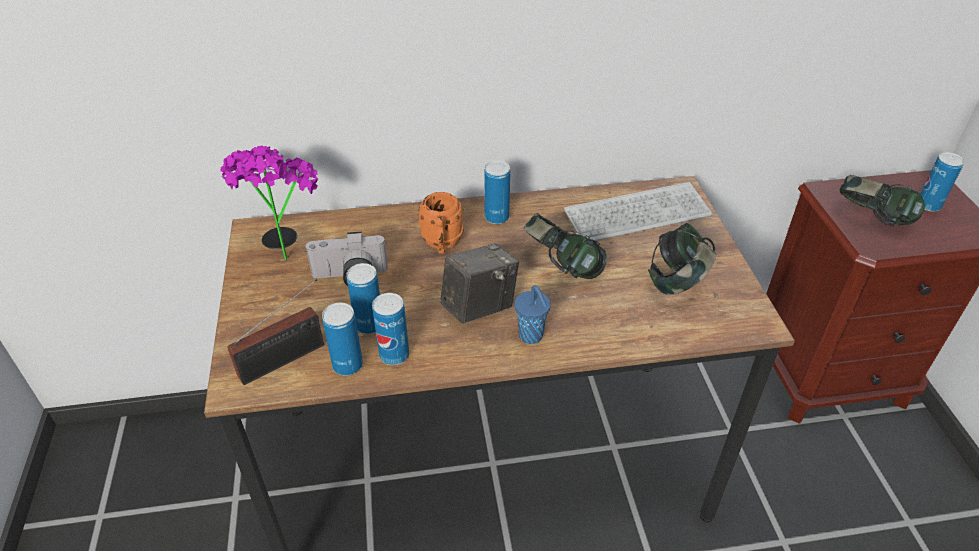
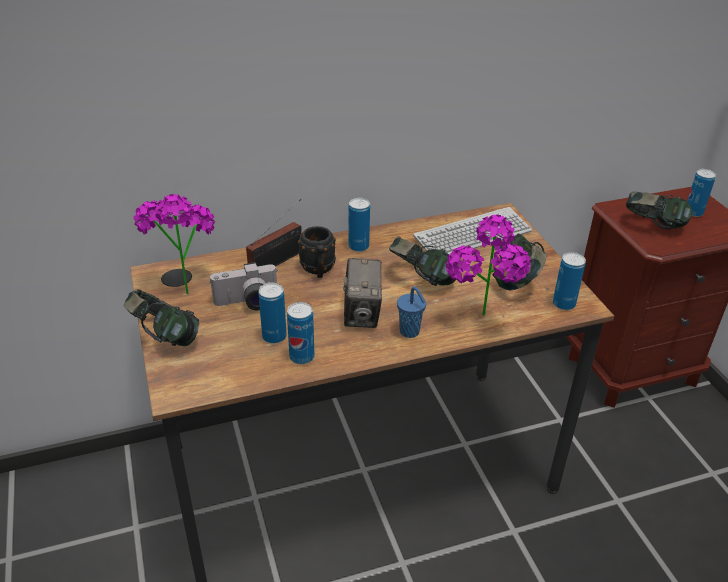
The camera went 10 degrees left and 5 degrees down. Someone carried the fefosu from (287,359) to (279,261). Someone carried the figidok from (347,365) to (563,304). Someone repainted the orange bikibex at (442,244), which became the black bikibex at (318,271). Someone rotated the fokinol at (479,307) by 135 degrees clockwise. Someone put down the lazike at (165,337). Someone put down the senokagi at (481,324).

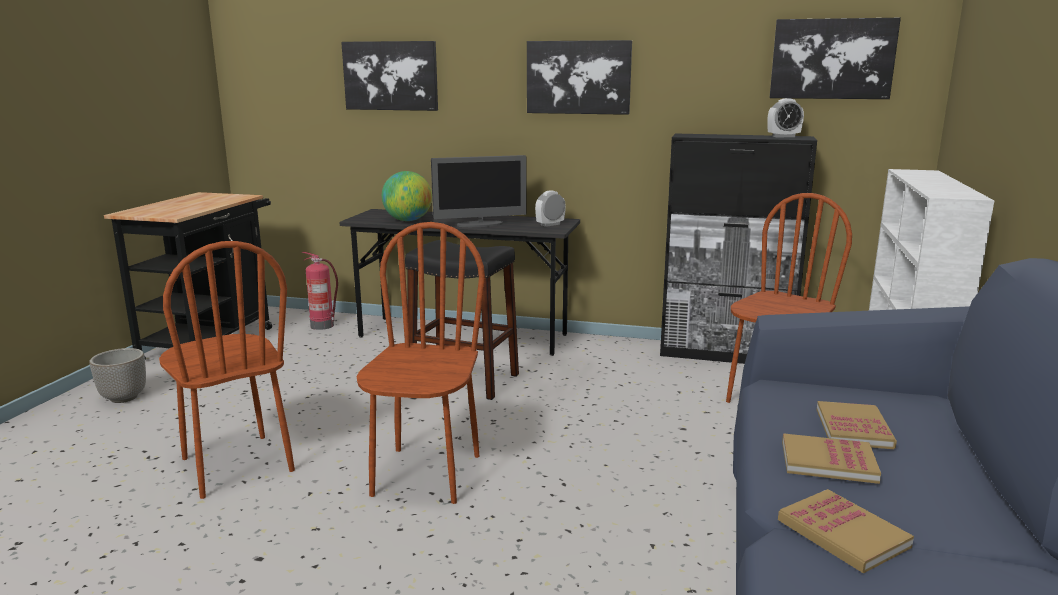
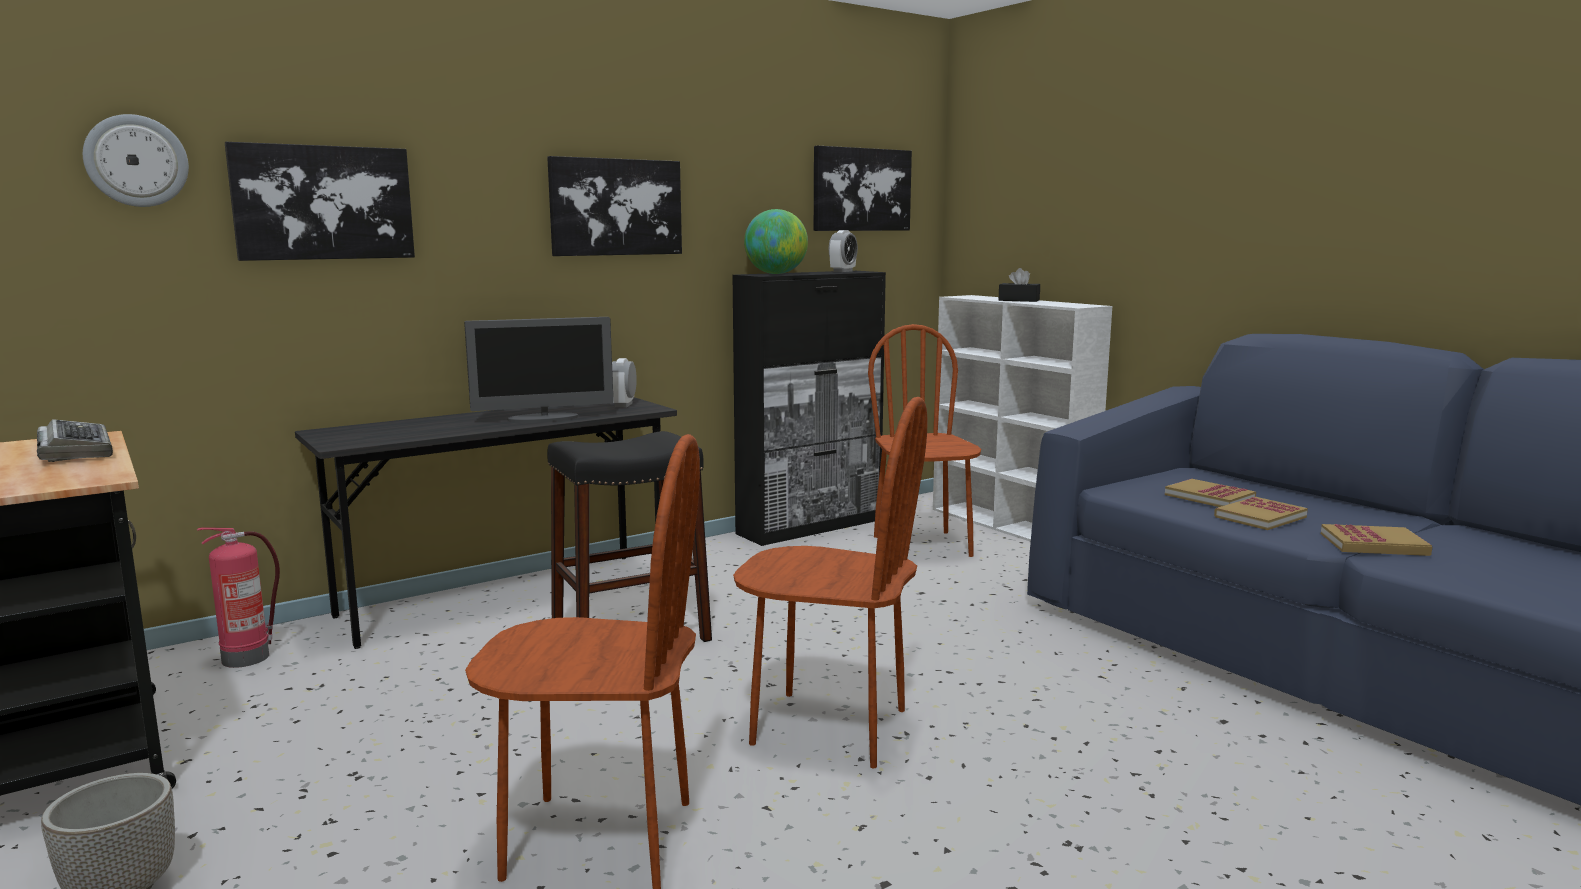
The camera went 50 degrees left and 5 degrees down. Someone rotated the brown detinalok at (425,475) by 150 degrees clockwise. Someone carried the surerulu from (408,220) to (776,274). Someone rotated the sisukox at (480,224) by 45 degrees clockwise. Someone put down the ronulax at (74,450). Someone put up the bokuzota at (136,161). Someone put down the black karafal at (1019,300).

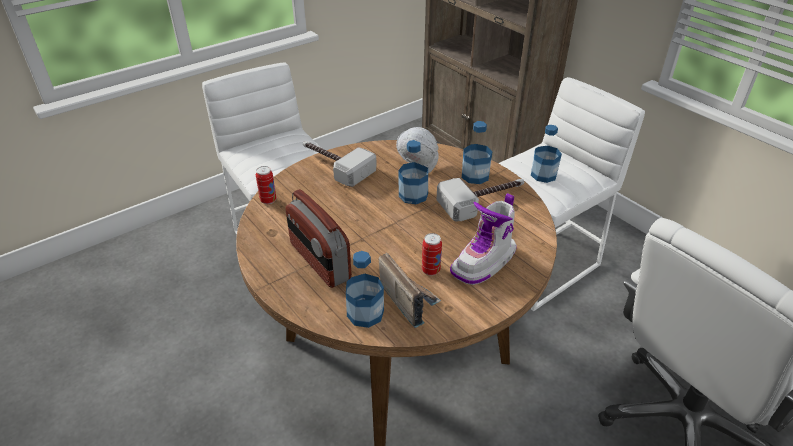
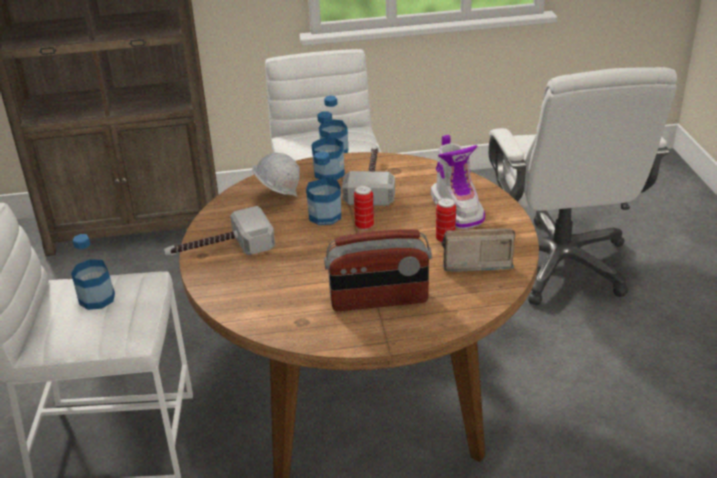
The camera went 60 degrees left and 5 degrees down. Someone carried the figidok from (268,200) to (364,226). Someone carried the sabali from (365,313) to (97,298).

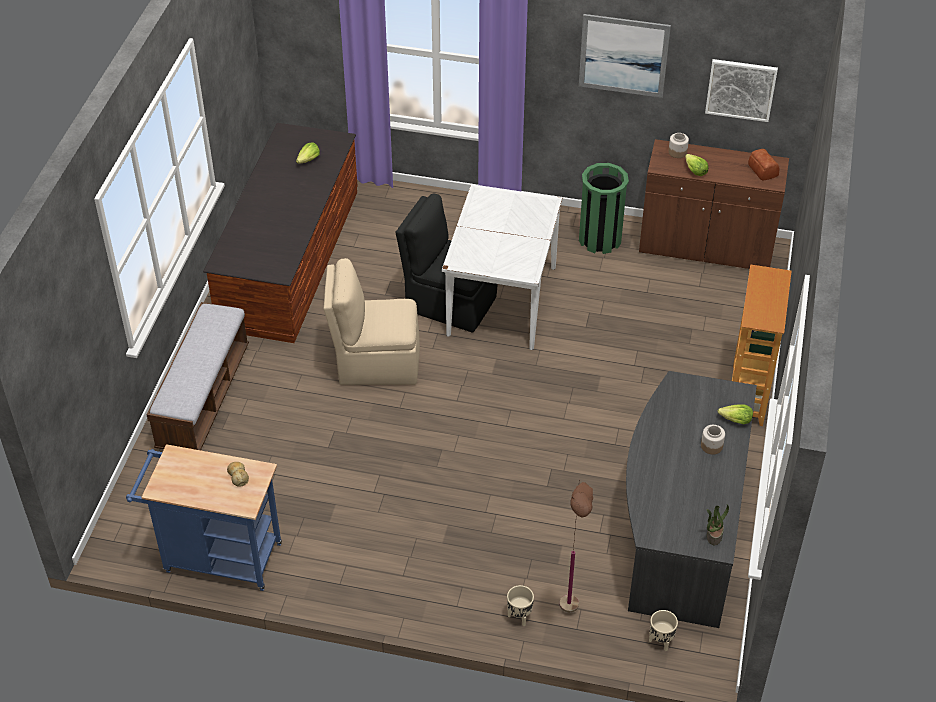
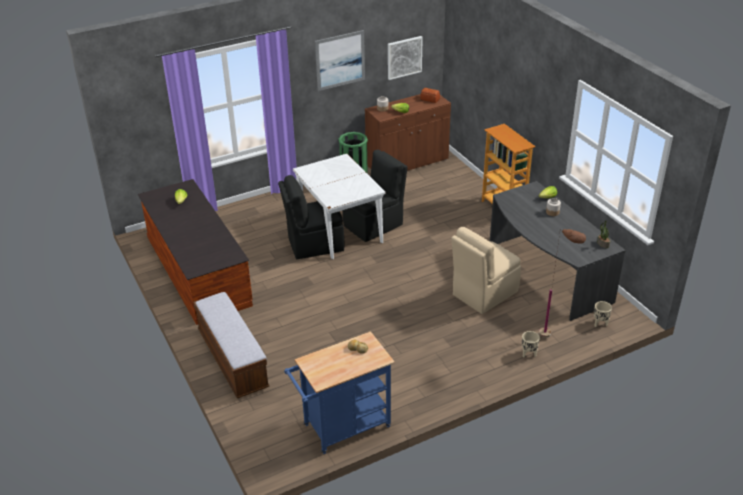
The camera went 40 degrees left and 10 degrees down. Someone carried the beige detinalok from (376,363) to (483,294). Someone put down the black detinalok at (374,225).

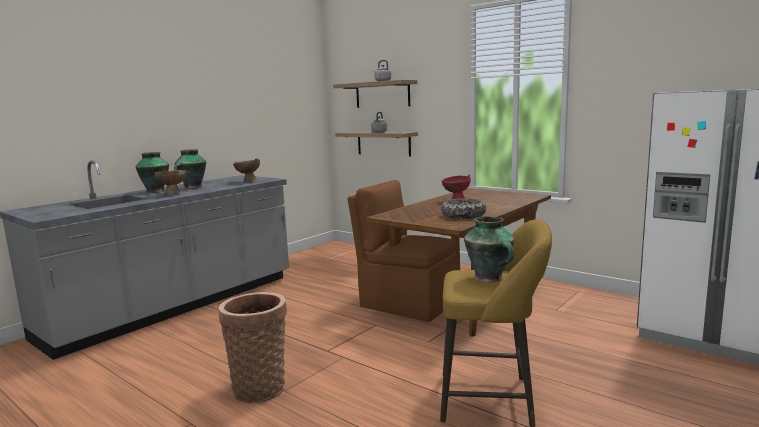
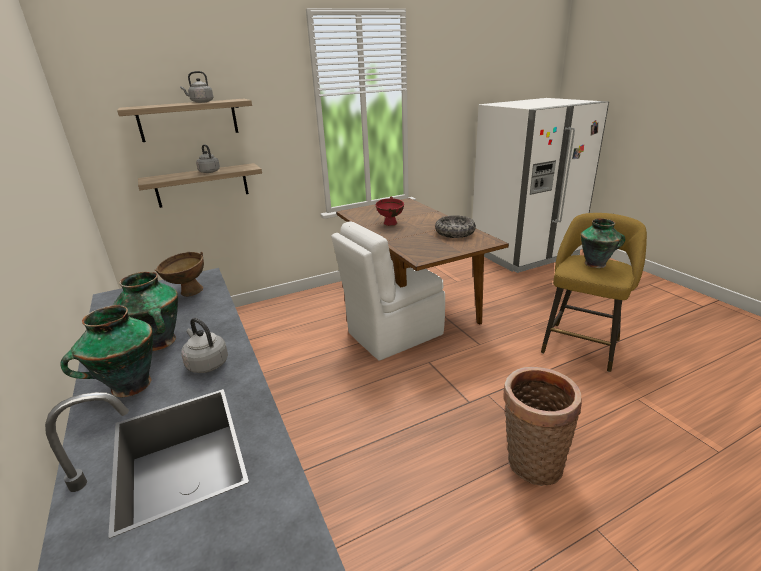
The camera went 65 degrees left and 15 degrees up. Someone swapped the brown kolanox at (173,194) for the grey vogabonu at (206,363). Someone repainted the brown detinalok at (406,303), which became the white detinalok at (392,334).

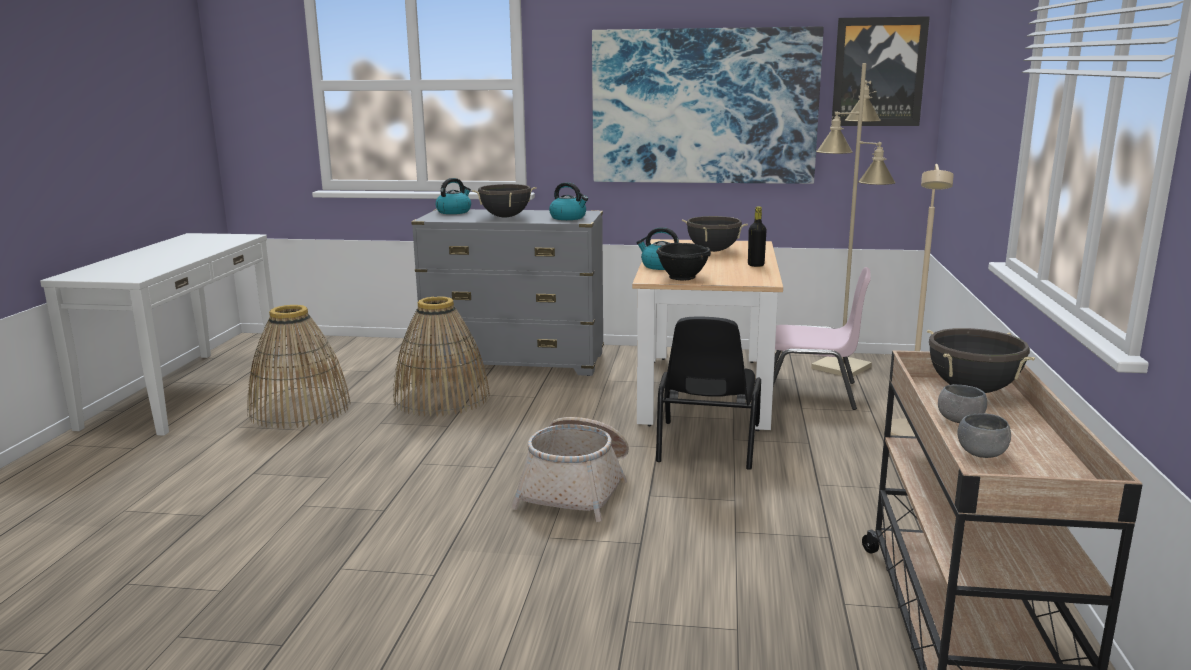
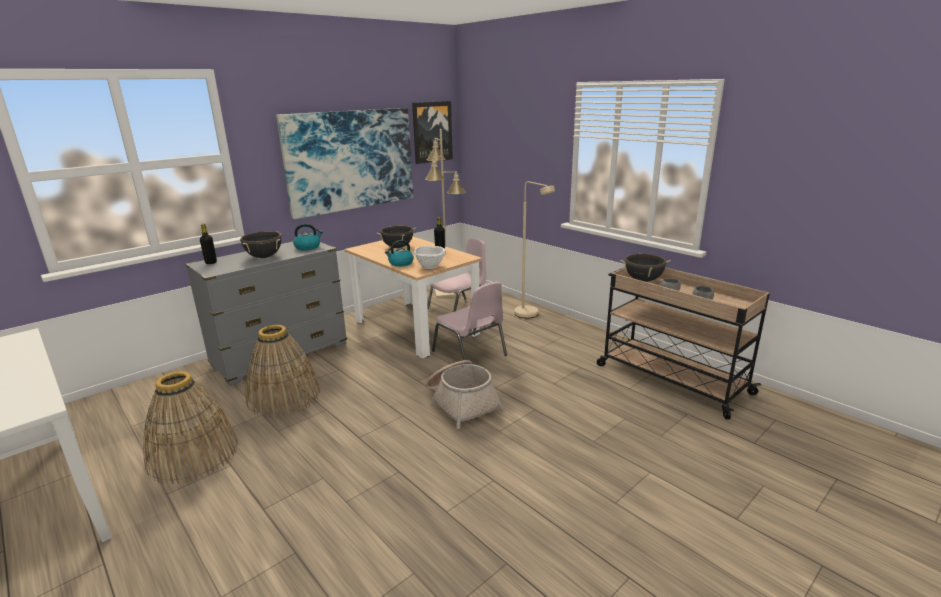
The camera went 50 degrees left and 5 degrees up. Someone swapped the vogabonu at (454,212) for the black sabali at (211,262). Someone repainted the black kolanox at (683,277), which became the white kolanox at (430,266). Someone repainted the black detinalok at (706,446), which became the pink detinalok at (470,354).

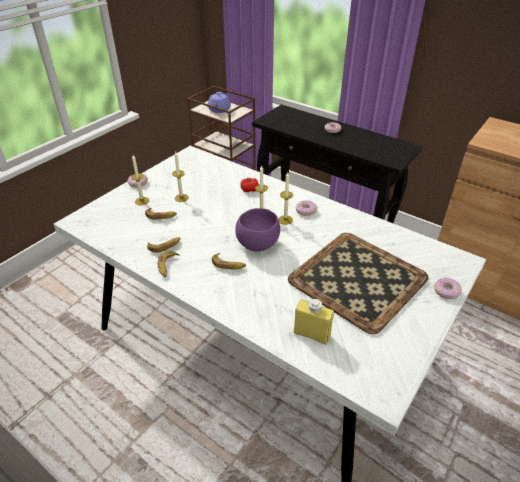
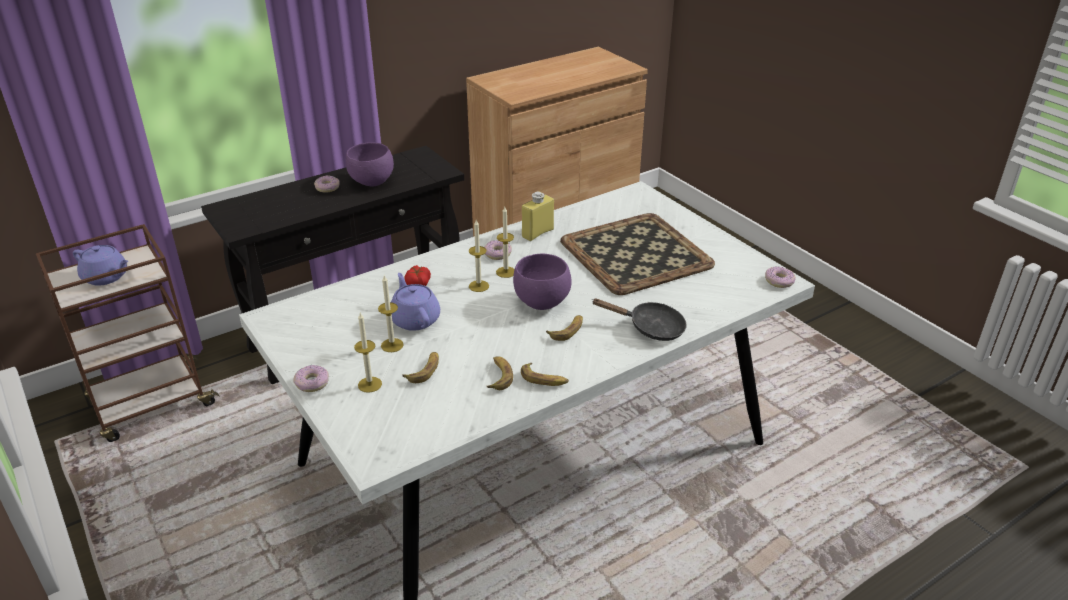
The camera went 70 degrees left and 5 degrees down. Someone carried the yellow sabali from (311,334) to (537,233). Someone carried the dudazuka from (446,291) to (779,281). Someone put down the purple kolanox at (372,182). Someone put down the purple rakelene at (415,319). Someone put down the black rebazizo at (650,328).

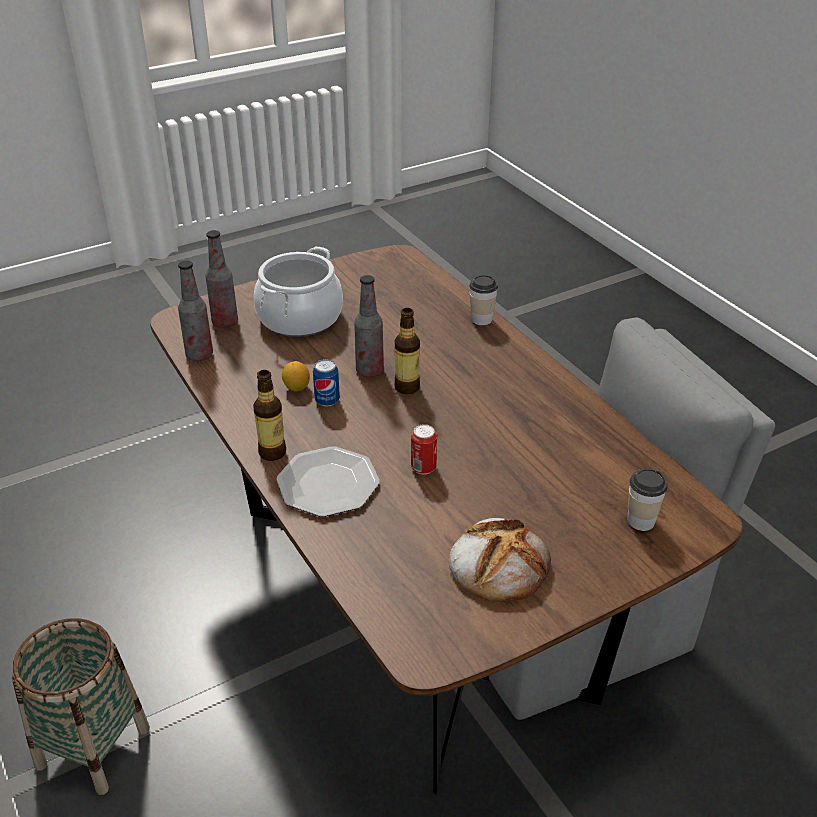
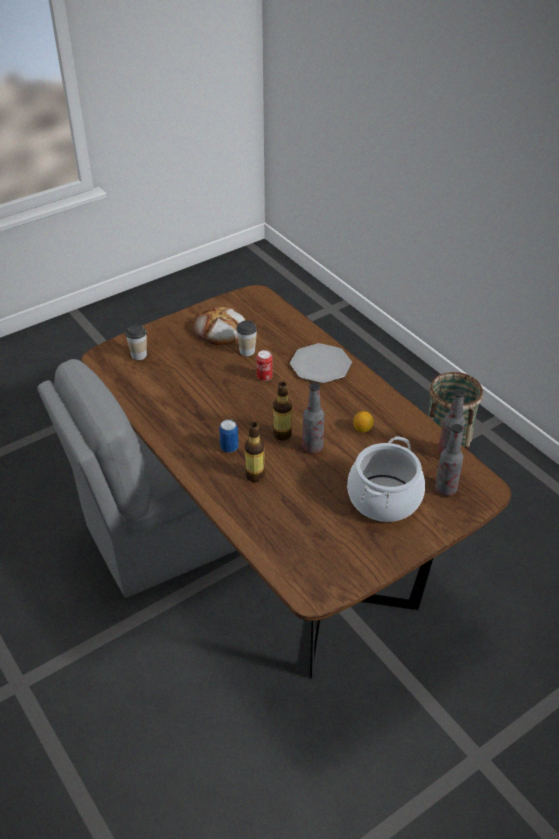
The camera went 175 degrees right and 5 degrees up. Someone carried the sabali from (272,452) to (255,475). Someone carried the figidok from (327,401) to (229,448). Someone carried the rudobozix from (481,319) to (247,351).

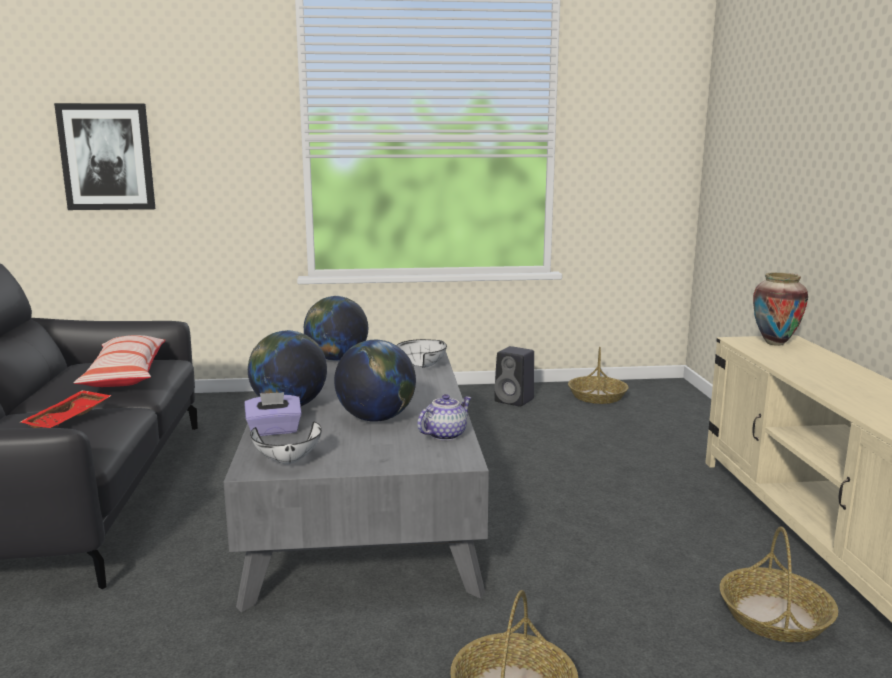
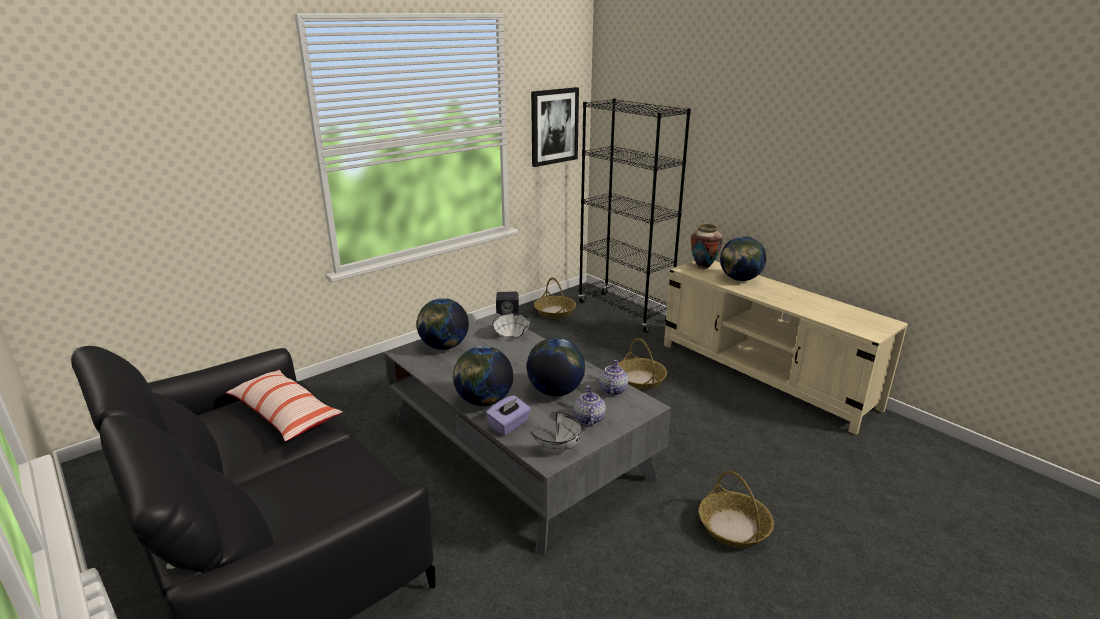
The camera went 35 degrees left and 10 degrees up. Someone took away the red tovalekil at (69,419). Someone carried the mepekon from (107,157) to (554,126). Someone carried the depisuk from (775,617) to (640,380). Someone put down the rakelene at (588,419). Someone put down the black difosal at (624,312). Someone put down the surerulu at (739,279).

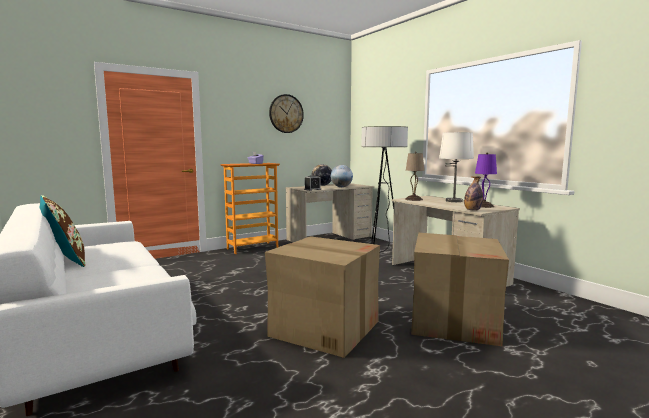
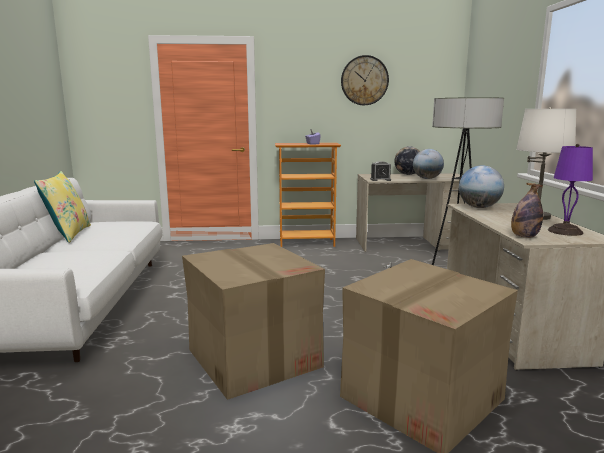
The camera went 30 degrees right and 5 degrees up. Someone repainted the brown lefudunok at (65,261), which became the yellow lefudunok at (68,234). Someone swapped the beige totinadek at (414,199) for the surerulu at (479,207).

